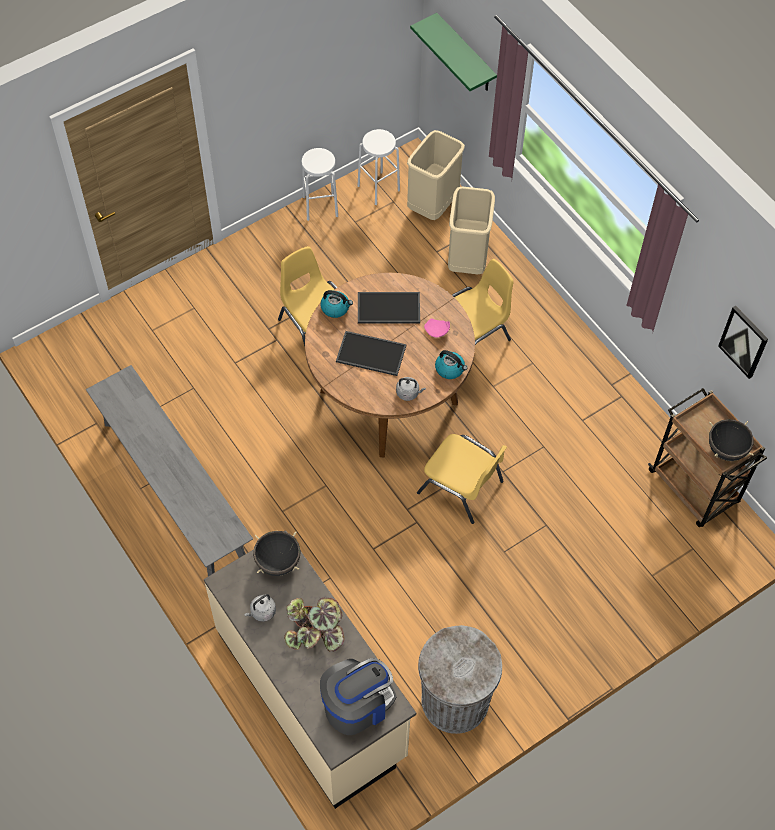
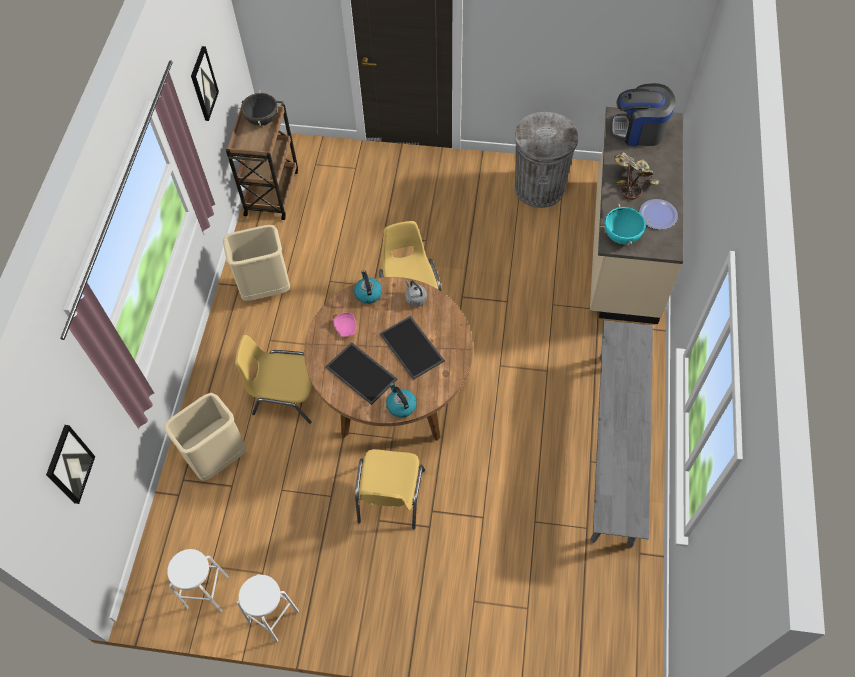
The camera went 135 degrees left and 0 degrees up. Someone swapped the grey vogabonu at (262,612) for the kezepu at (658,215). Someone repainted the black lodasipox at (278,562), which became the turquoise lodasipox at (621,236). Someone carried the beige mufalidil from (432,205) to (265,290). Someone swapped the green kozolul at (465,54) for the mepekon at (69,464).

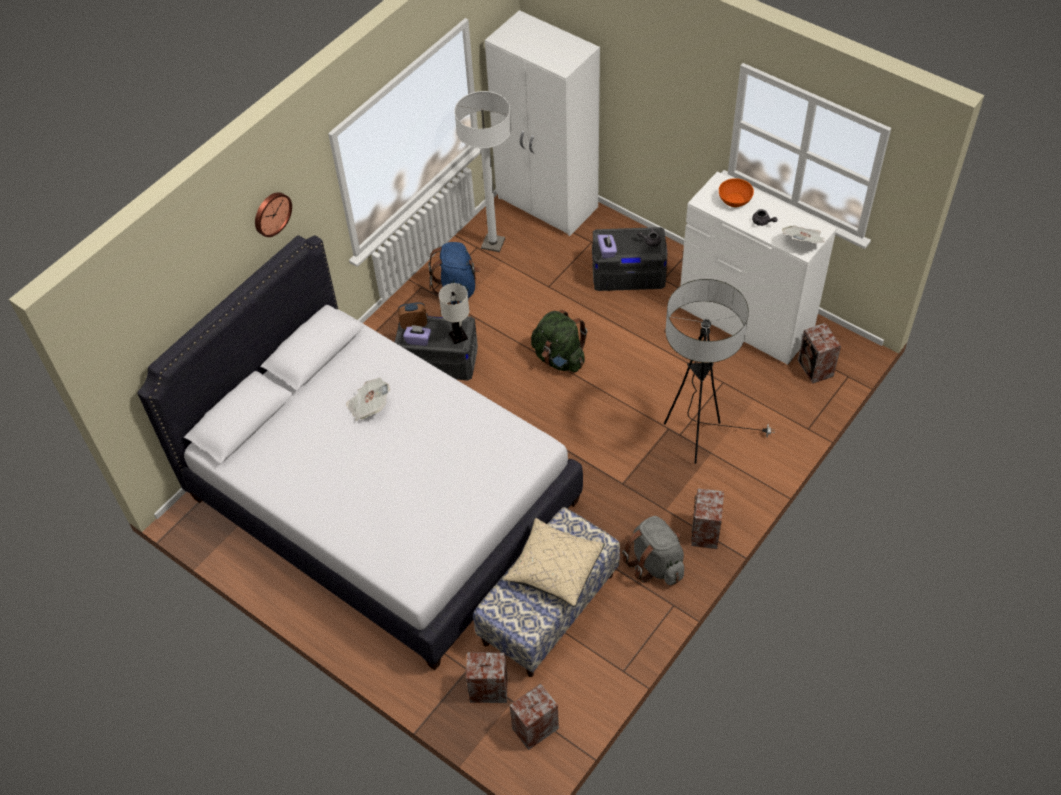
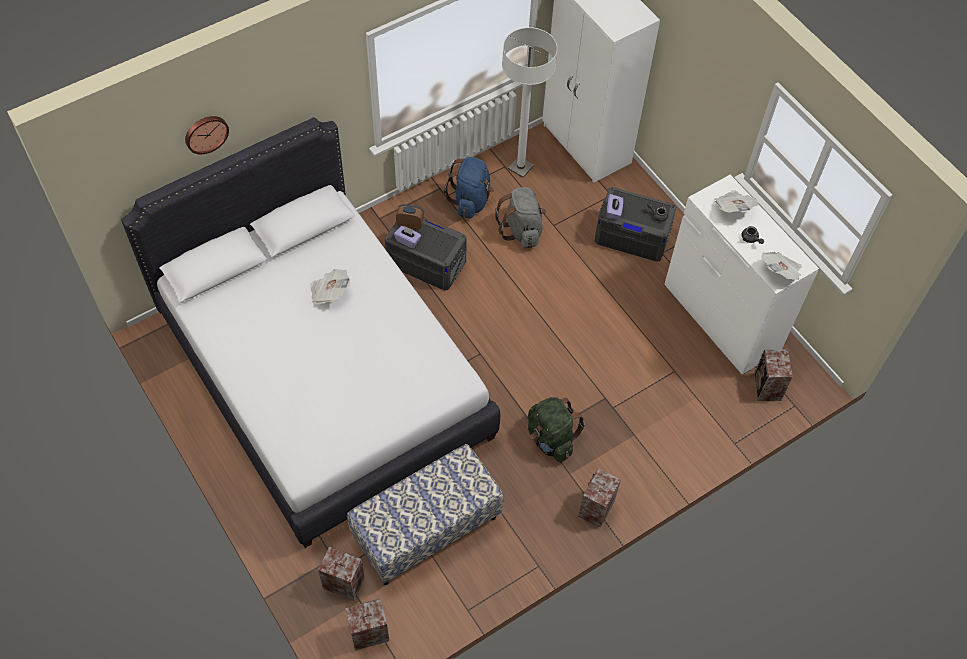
The camera went 15 degrees right and 5 degrees up. Someone carried the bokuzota from (271,213) to (206,133). Someone took away the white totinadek at (458,337). Someone took away the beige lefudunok at (555,569). Someone carried the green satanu from (559,358) to (551,439). Someone carried the grey satanu from (655,563) to (521,230). Someone took away the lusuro at (696,438). Someone swapped the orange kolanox at (734,200) for the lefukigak at (733,208).

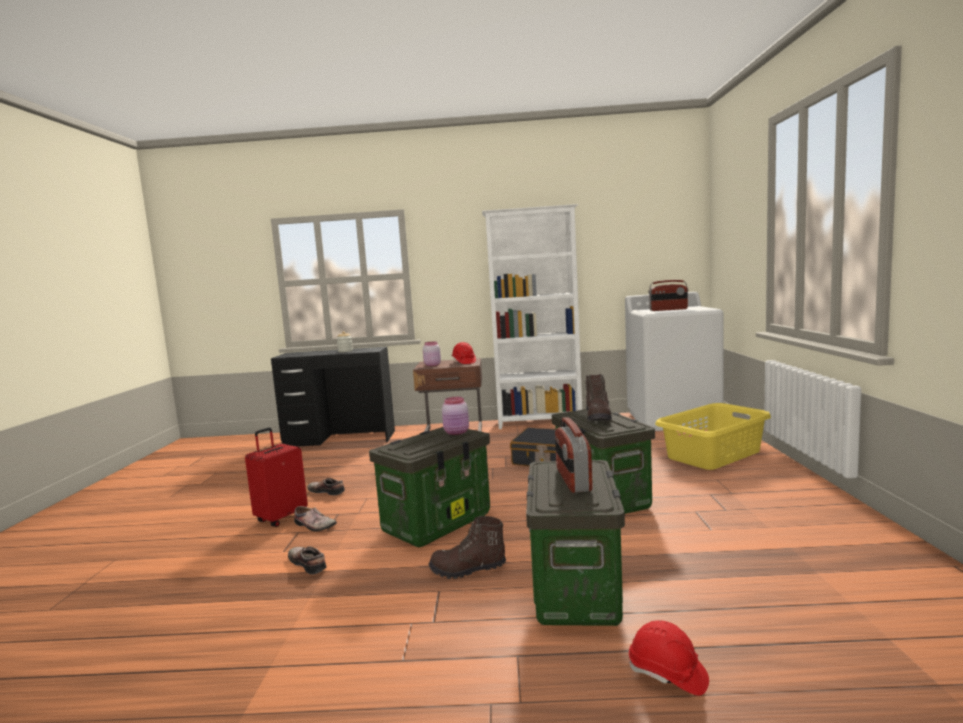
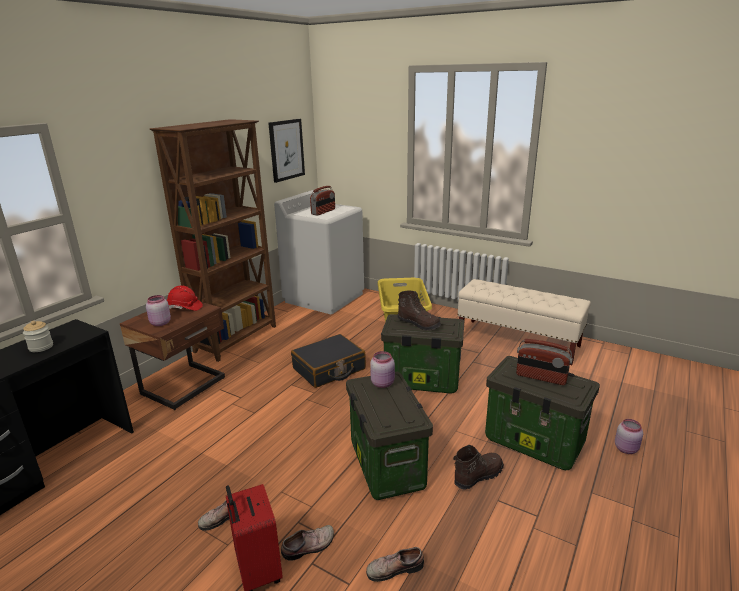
The camera went 60 degrees left and 15 degrees up. Someone rotated the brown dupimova at (468,569) by 150 degrees counterclockwise. Someone repainted the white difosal at (540,422), which became the brown difosal at (237,339). Someone swapped the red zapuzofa at (667,674) for the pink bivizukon at (626,449). Someone put up the mepekon at (286,150). Someone put down the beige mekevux at (518,342).

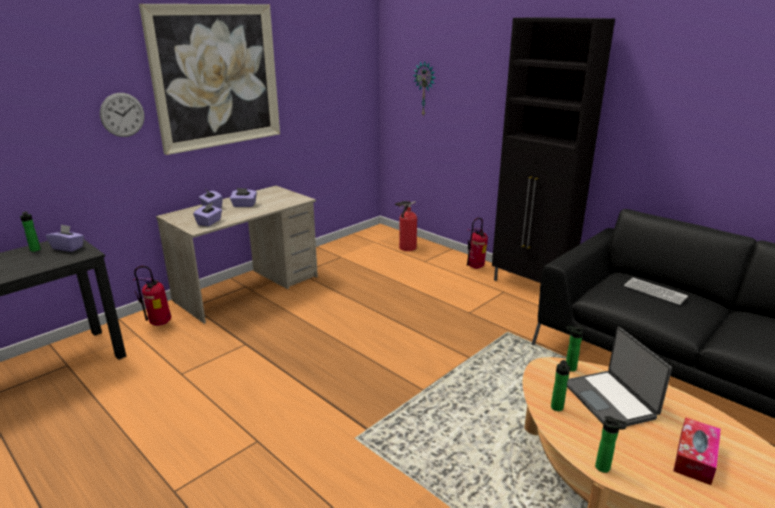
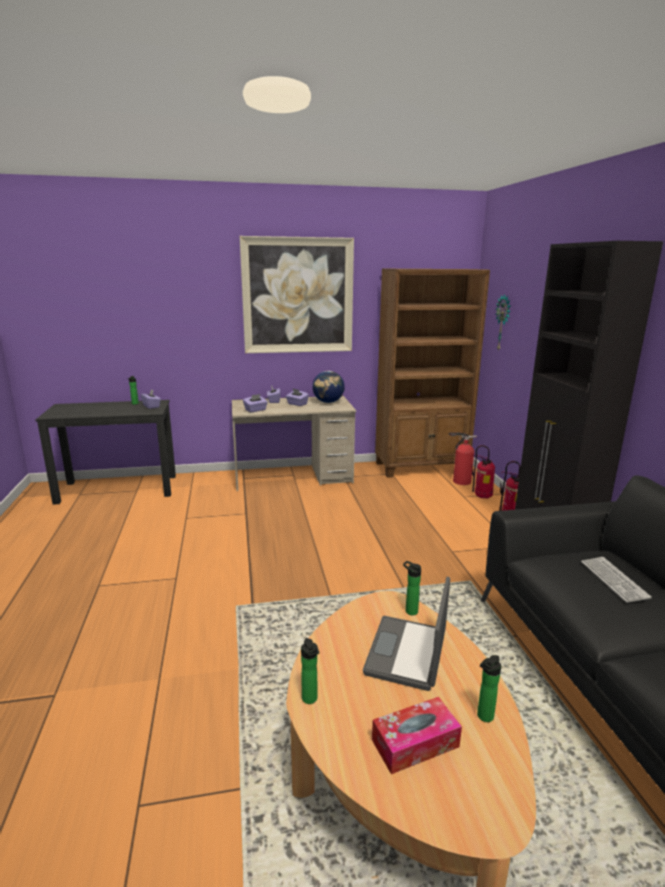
The camera went 35 degrees right and 5 degrees down. Someone took away the bokuzota at (122,115). Someone carried the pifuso from (159,324) to (481,497). Someone carried the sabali from (557,408) to (483,717). Someone put down the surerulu at (328,402). Someone put down the brown difosal at (421,467).

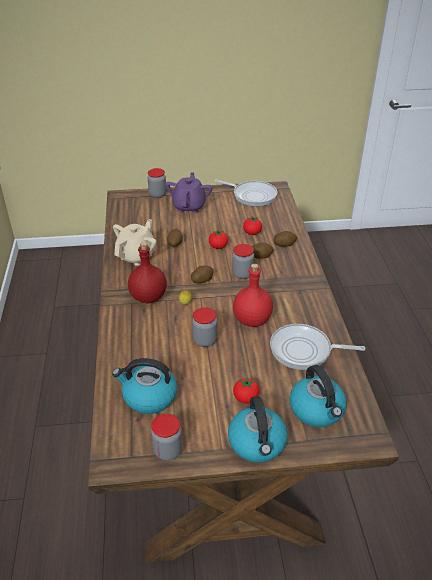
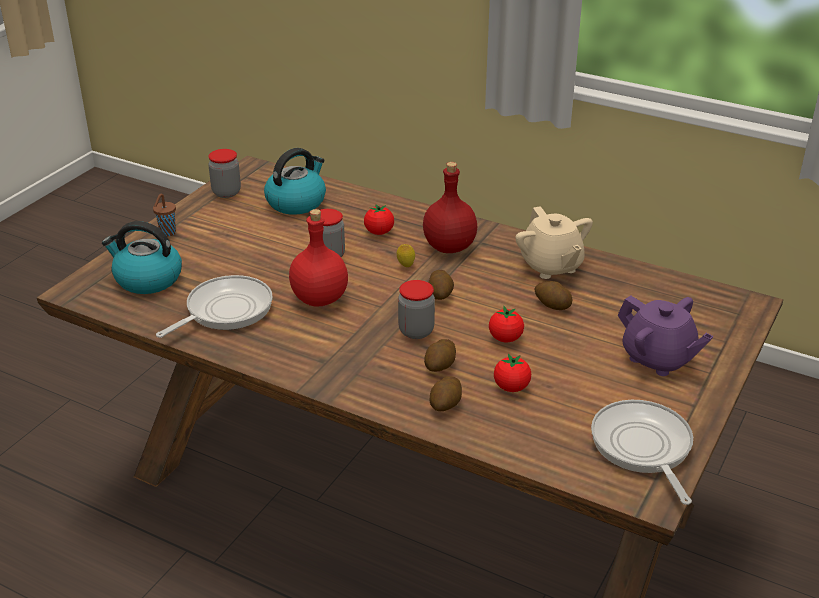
The camera went 125 degrees right and 5 degrees down. Someone took away the bivizukon at (157,194). Someone rotated the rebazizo at (252,195) by 105 degrees clockwise. Someone swapped the vogabonu at (257,443) for the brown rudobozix at (167,233). Someone carried the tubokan from (246,398) to (379,232).

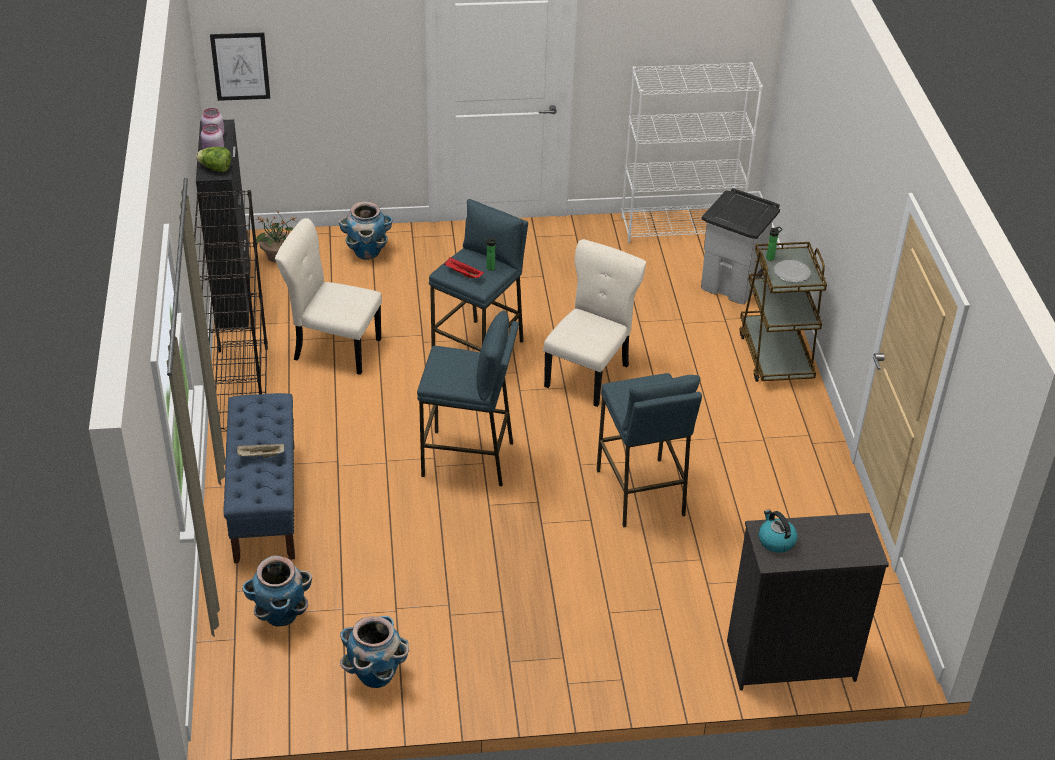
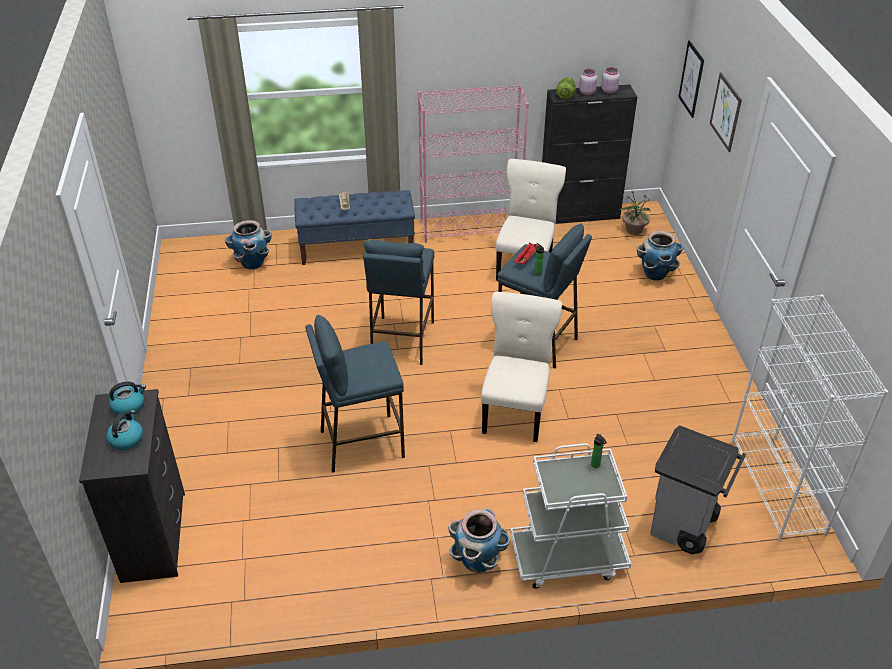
The camera went 90 degrees right and 0 degrees up. Someone repainted the black difosal at (241,391), which became the pink difosal at (470,228). Someone carried the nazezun from (375,675) to (478,561). Someone rotated the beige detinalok at (589,374) by 105 degrees counterclockwise. Someone repainted the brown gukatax at (775,356), which became the white gukatax at (567,557). Someone took away the kezepu at (791,272). Someone put down the vogabonu at (126,439). Someone put up the mepekon at (725,112).

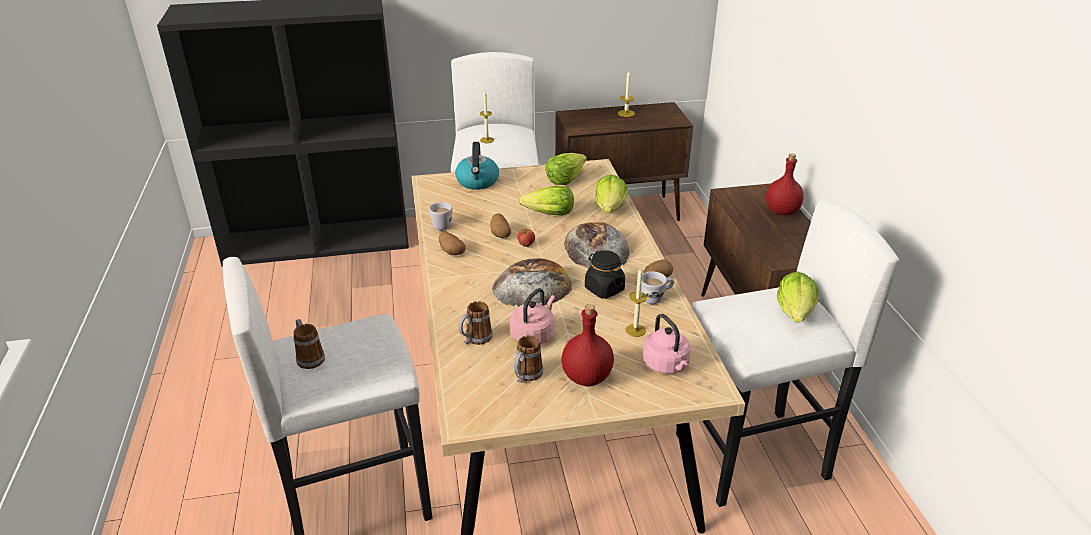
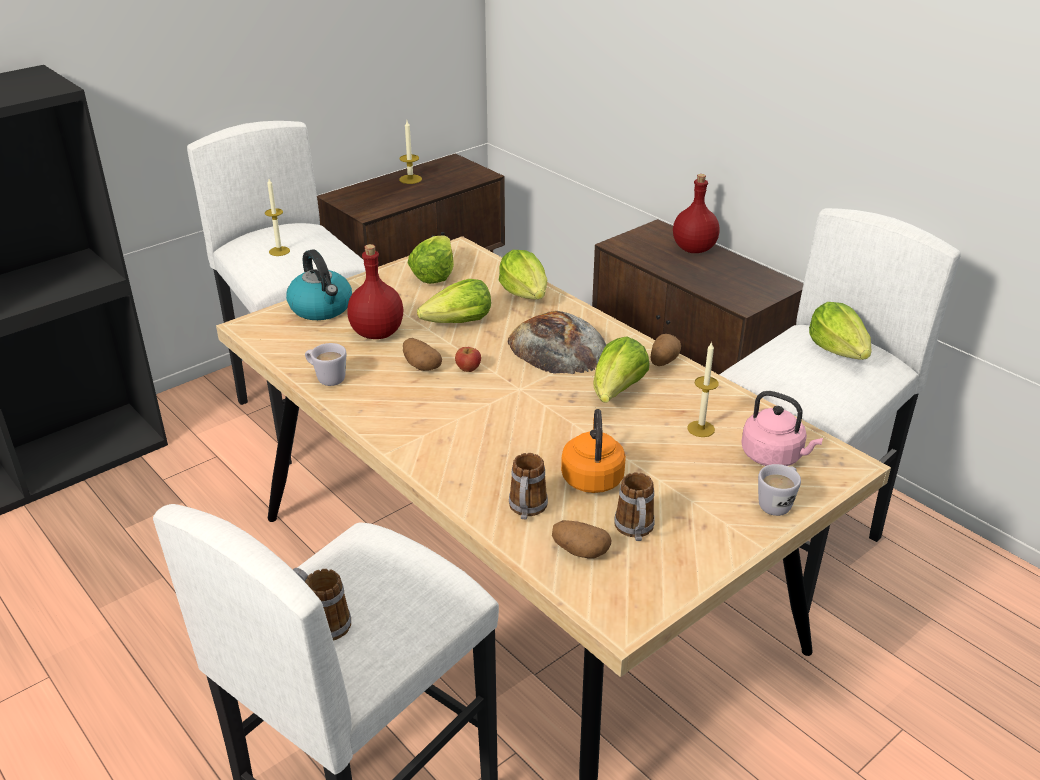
The camera went 30 degrees left and 0 degrees up. Someone carried the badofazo from (451,251) to (579,551). Someone took away the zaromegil at (532,285). Someone repainted the pink vogabonu at (533,335), which became the orange vogabonu at (592,477). Someone carried the red sabali from (587,377) to (378,332). Someone swapped the black bivizukon at (604,289) for the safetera at (617,393). Someone carried the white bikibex from (656,298) to (778,503).

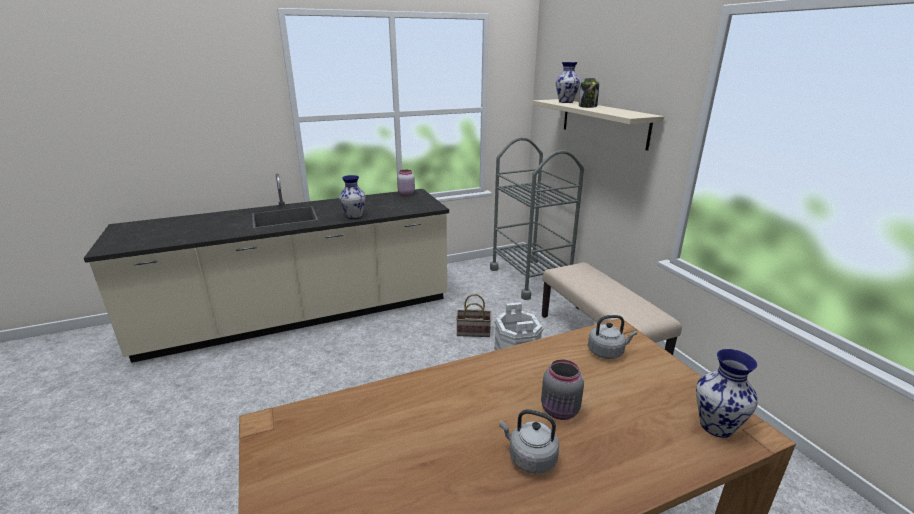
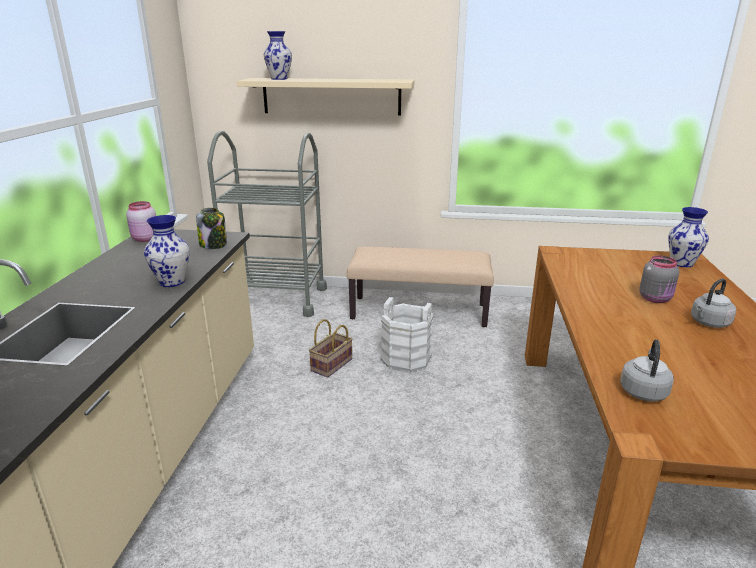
The camera went 60 degrees left and 0 degrees up. Someone carried the bivizukon from (587,106) to (214,245). Someone carried the grey vogabonu from (607,352) to (643,391).

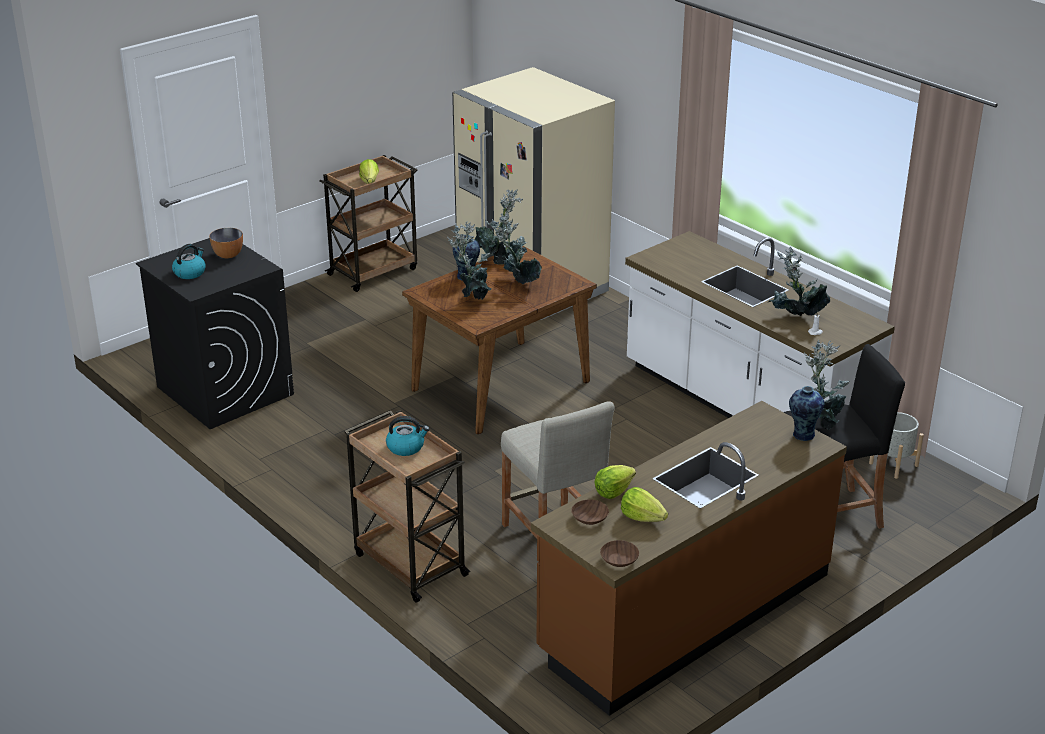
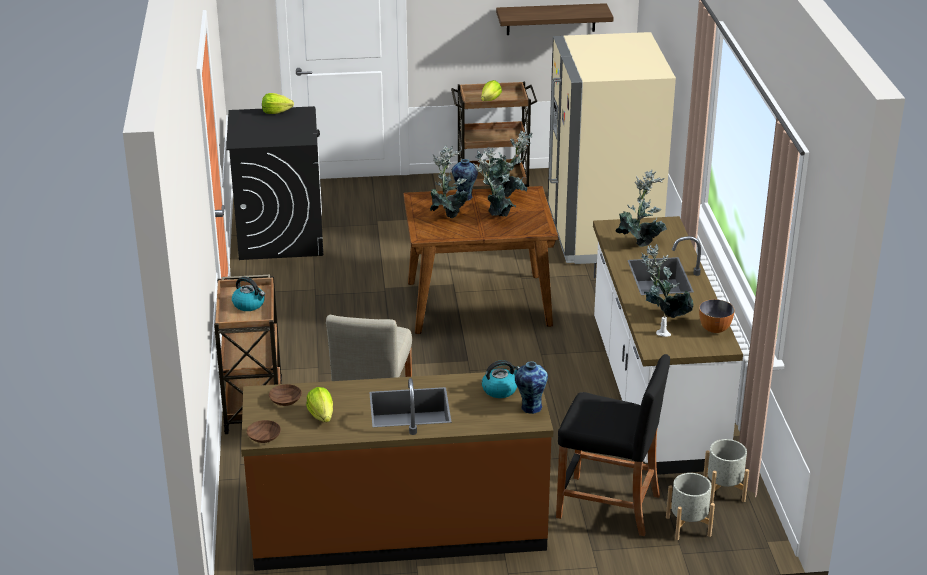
The camera went 35 degrees right and 0 degrees up. Someone carried the vogabonu from (190,273) to (500,389). Someone carried the kolanox from (228,255) to (715,329). Someone carried the safetera from (613,491) to (276,112). Someone carried the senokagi from (821,424) to (640,242). Someone put up the kozolul at (551,19). Someone put down the grey nazezun at (688,526).

